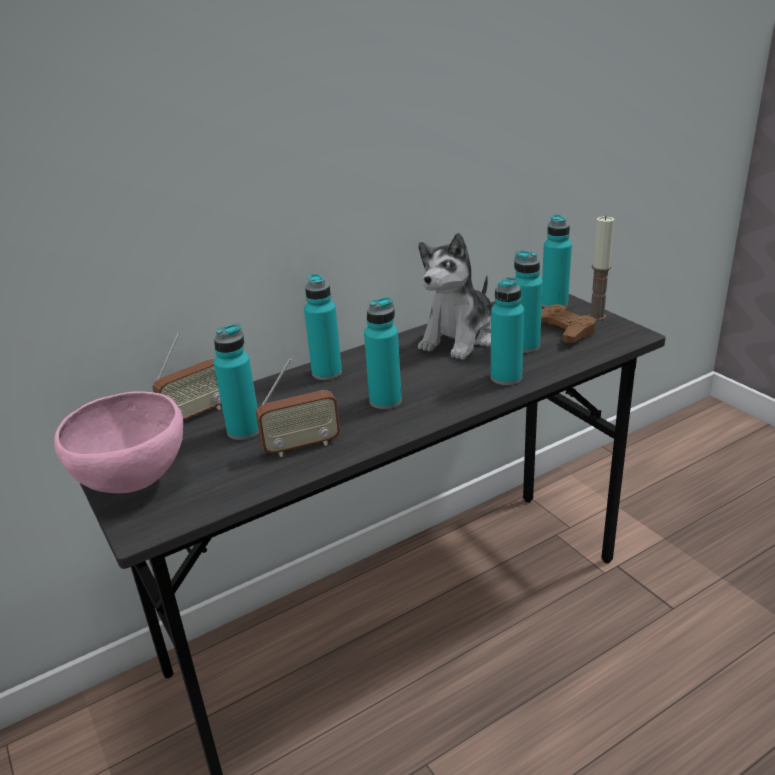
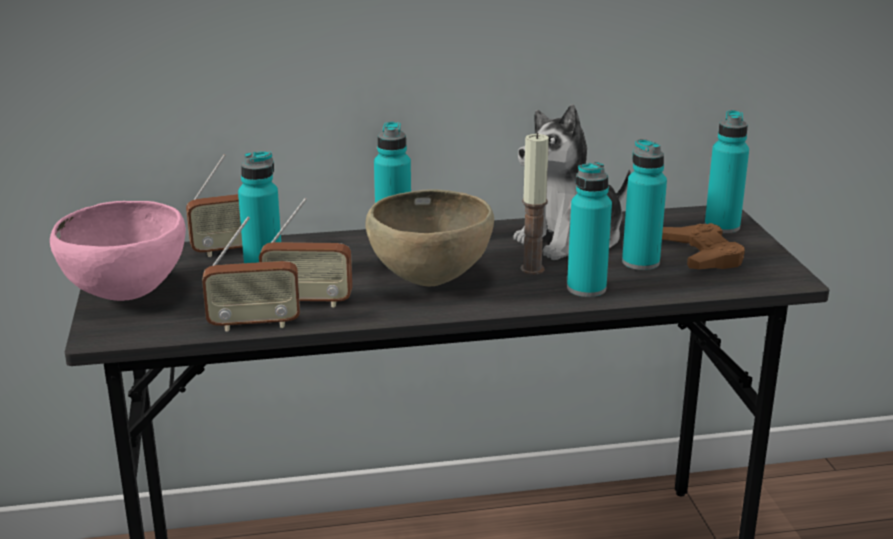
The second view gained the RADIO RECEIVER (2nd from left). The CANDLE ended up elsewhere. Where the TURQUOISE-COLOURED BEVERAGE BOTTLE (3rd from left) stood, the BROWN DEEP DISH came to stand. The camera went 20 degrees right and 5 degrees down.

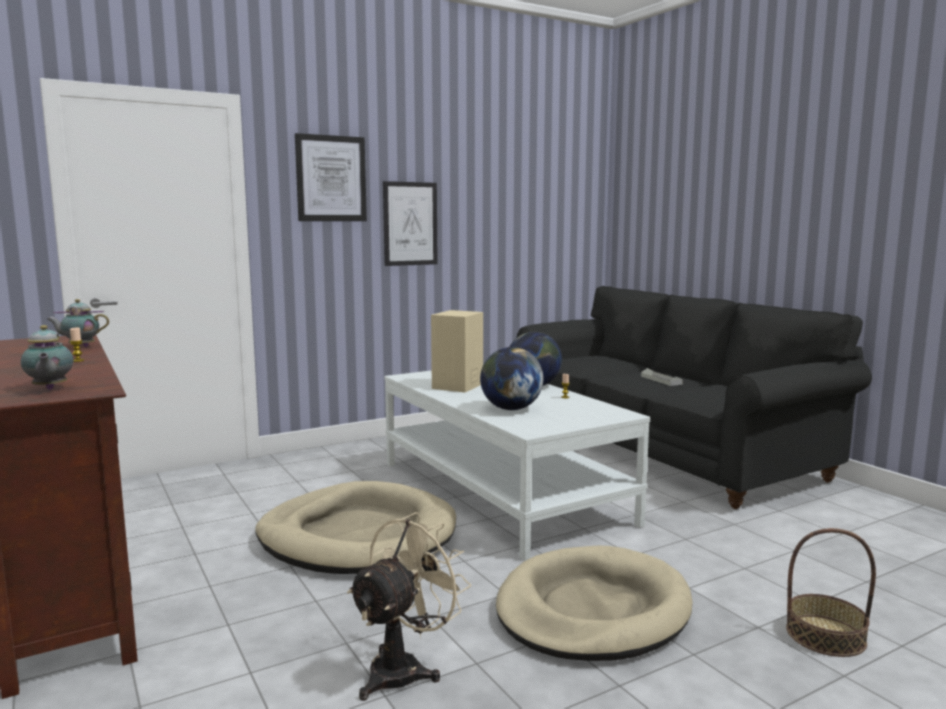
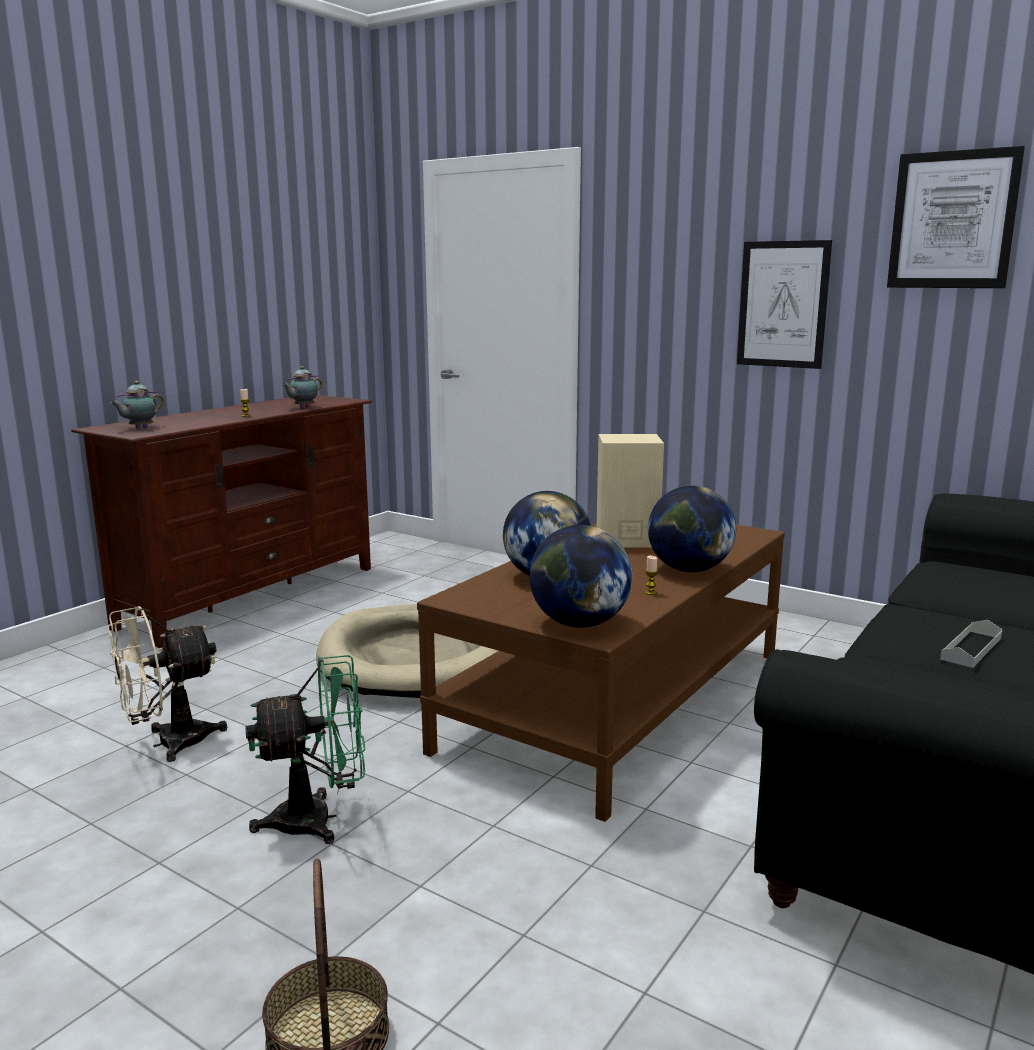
The second view gained the WORLD GLOBE (2nd from left). The WALL ART (1st from left in the first image) ended up elsewhere. Where the BEIGE-COLOURED DOG CUSHION (2nd from left) stood, the GREEN-COLOURED COOLING FAN came to stand. What was the WHITE LOUNGE TABLE turned into the BROWN LOUNGE TABLE. The TEAPOT (2nd from left) ended up facing another way, 105 degrees counterclockwise from before. The BEIGE-COLOURED COOLING FAN ended up facing another way, 135 degrees clockwise from before. The camera went 65 degrees right and 5 degrees up.

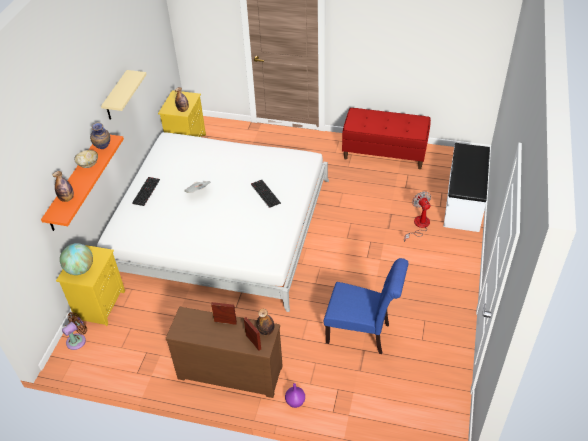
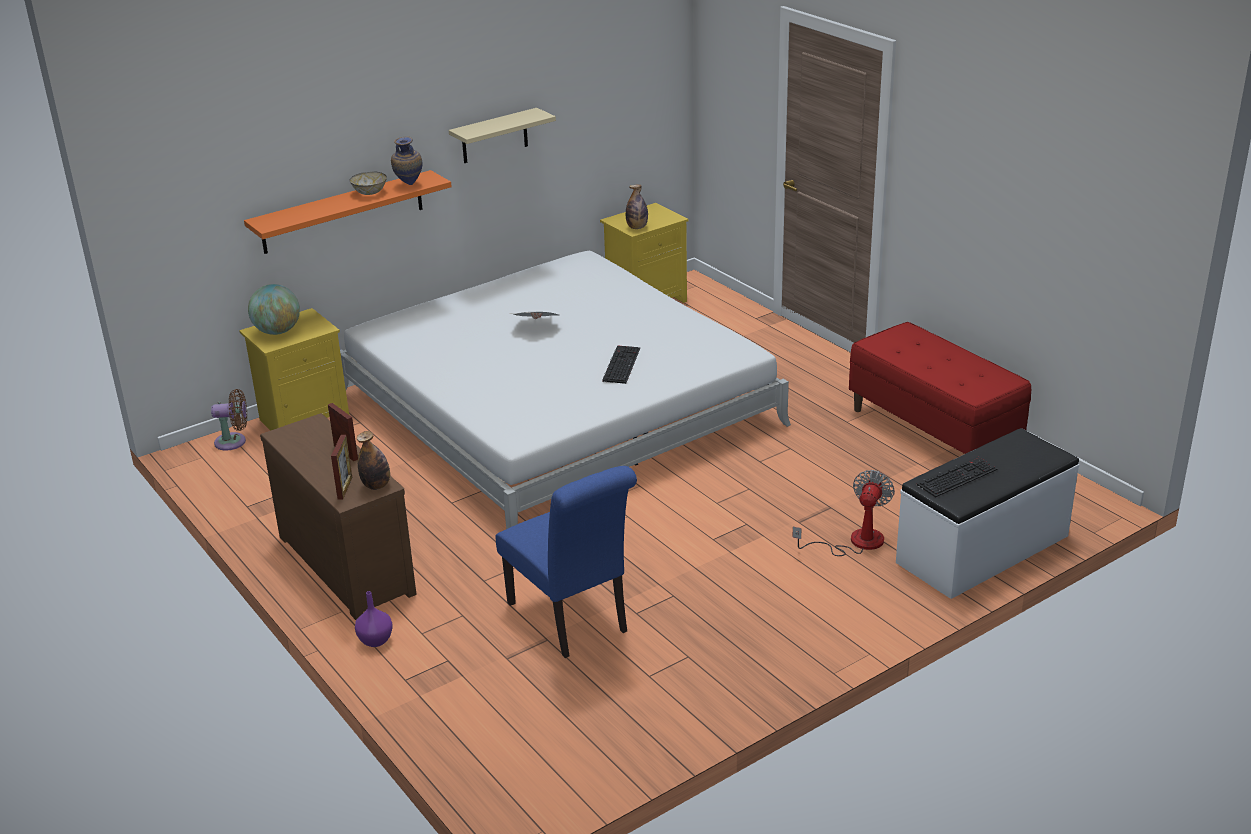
The second view lost the BEVERAGE BOTTLE (1st from left). The COMPUTER KEYBOARD (1st from left in the first image) ended up elsewhere. The camera went 40 degrees right and 15 degrees down.

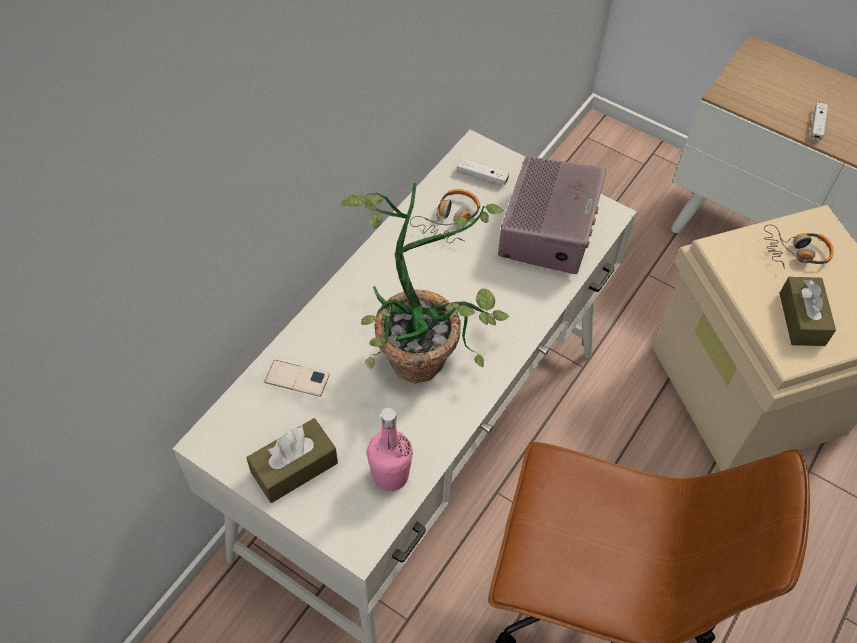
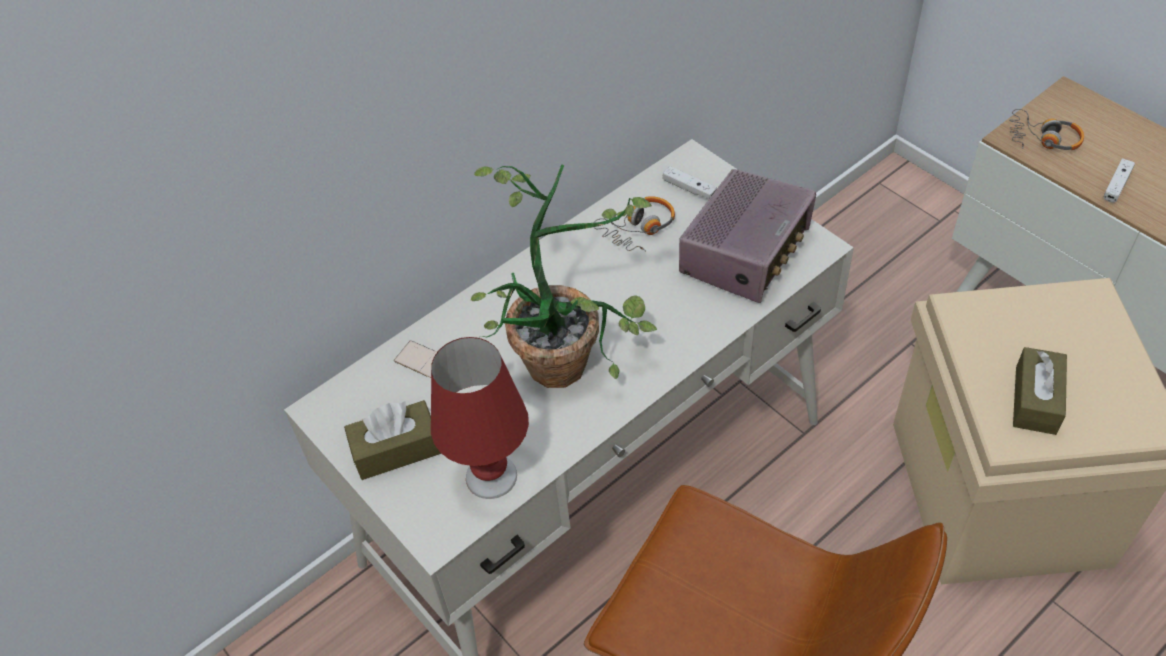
The HEADSET (2nd from left) ended up elsewhere. Where the PINK-COLOURED BEVERAGE BOTTLE stood, the RED TABLE LAMP came to stand. The camera went 20 degrees right and 5 degrees down.

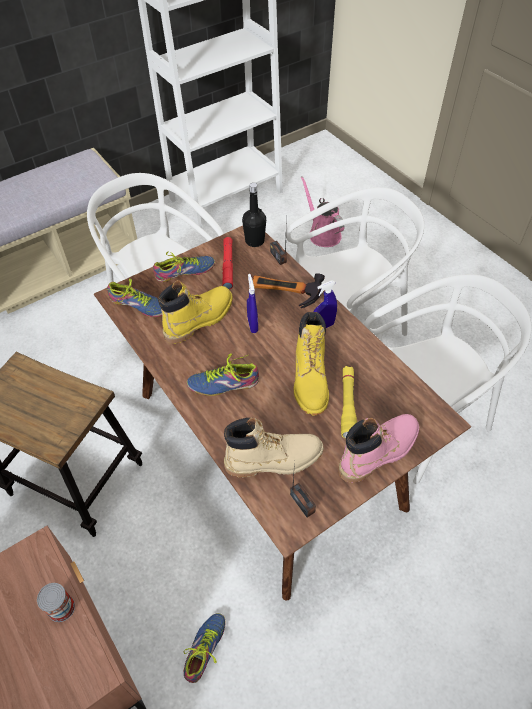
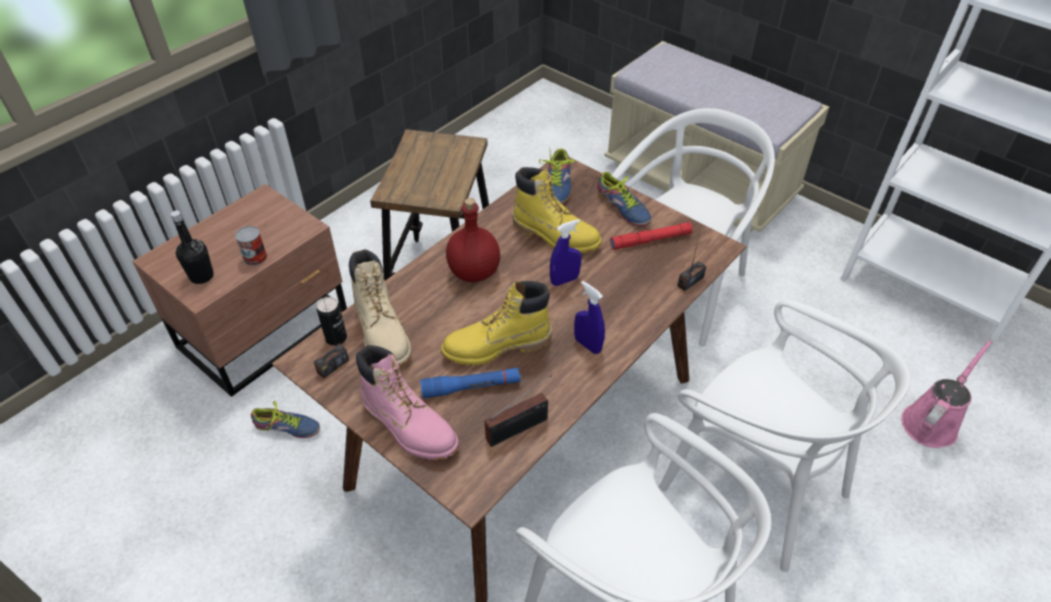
The second view lost the TOOL HAMMER. The second view gained the CAN (2nd from left). The second view gained the RADIO RECEIVER (2nd from left). The BLACK-COLOURED BEVERAGE BOTTLE ended up elsewhere. Where the LOW SHOE (4th from left) stood, the RED BEVERAGE BOTTLE came to stand. What was the YELLOW FLASHLIGHT turned into the BLUE-COLOURED FLASHLIGHT. The camera went 75 degrees right and 5 degrees down.

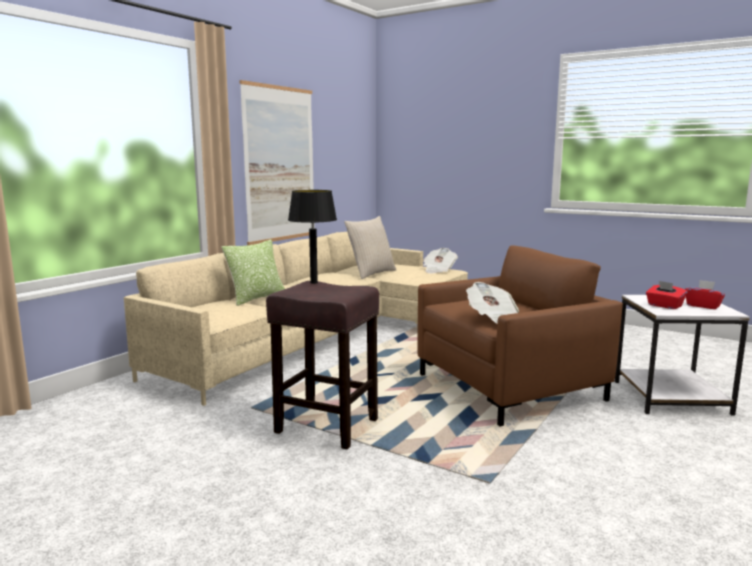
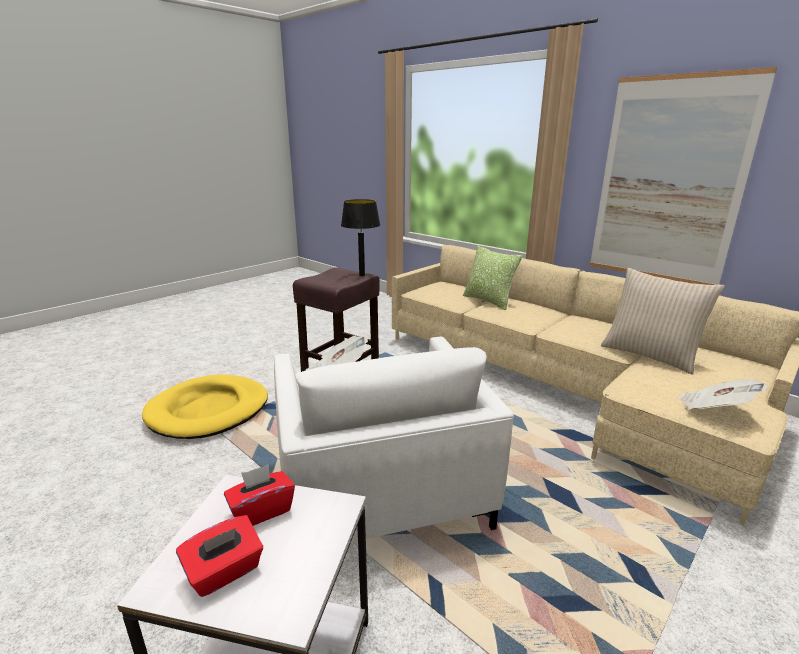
The second view gained the YELLOW DOG CUSHION. What was the BROWN ARMCHAIR turned into the WHITE ARMCHAIR. The camera went 100 degrees right and 10 degrees up.

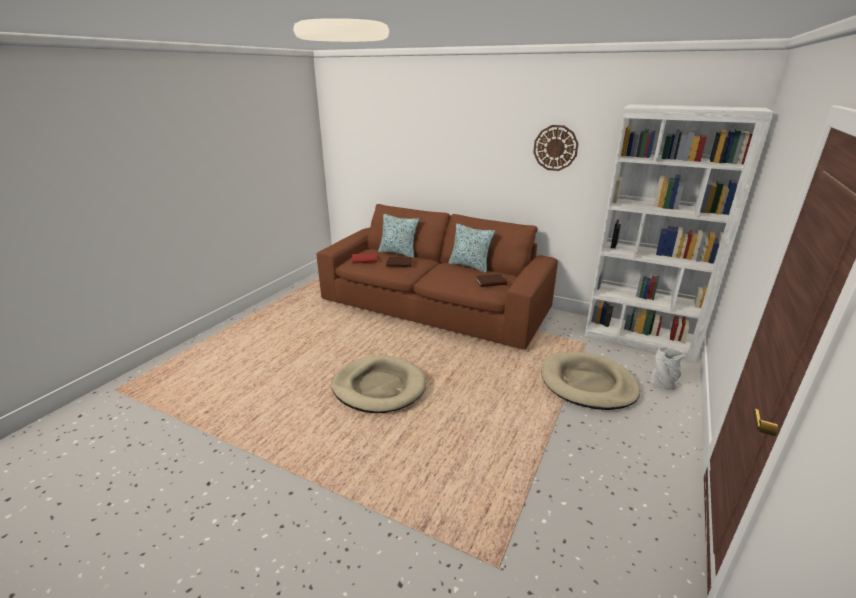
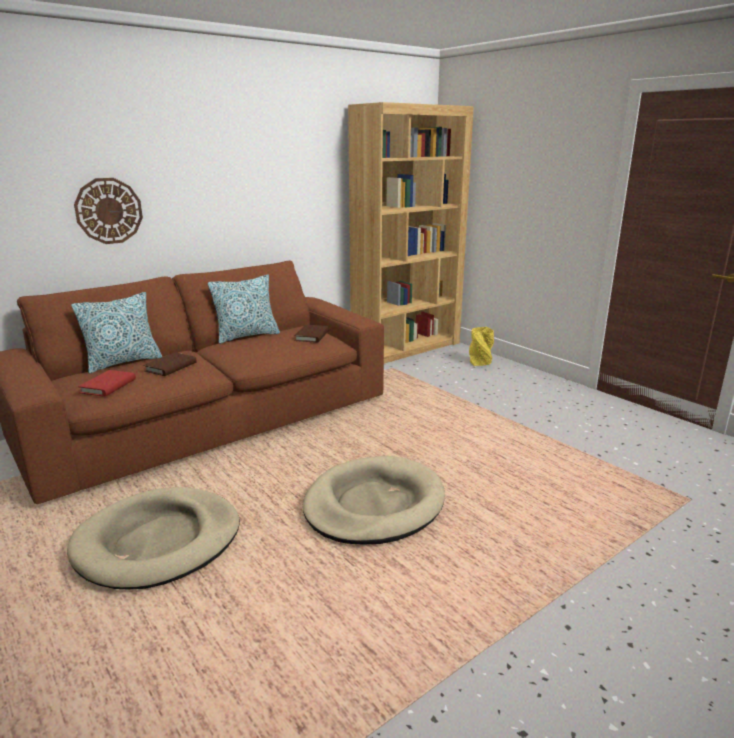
The WALL CLOCK ended up elsewhere. The BEIGE-COLOURED DOG CUSHION (2nd from left in the first image) ended up elsewhere. What was the WHITE BOOKSHELF turned into the BROWN BOOKSHELF. What was the GRAY VASE turned into the YELLOW VASE. The camera went 65 degrees left and 5 degrees down.

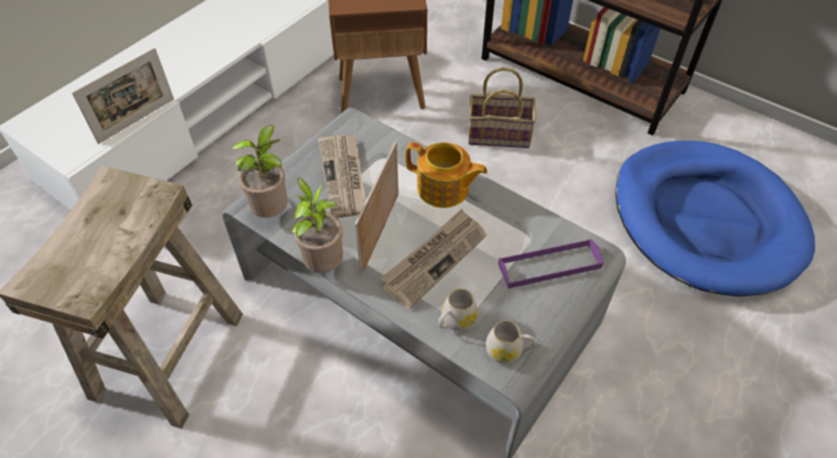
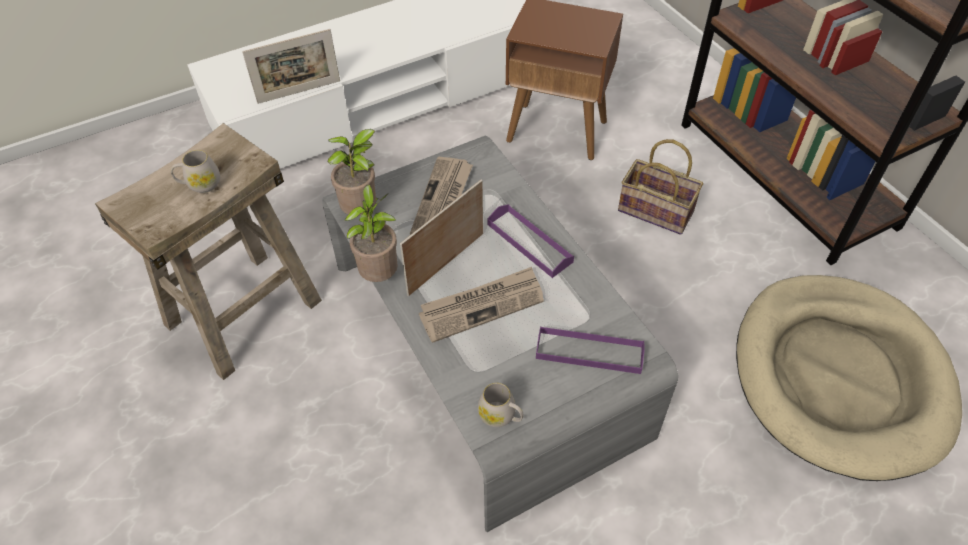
The WHITE MUG (1st from left) ended up elsewhere. Where the TEAPOT stood, the PURPLE TRAY (1st from left) came to stand. What was the BLUE-COLOURED DOG CUSHION turned into the BEIGE-COLOURED DOG CUSHION. The camera went 25 degrees right and 0 degrees up.

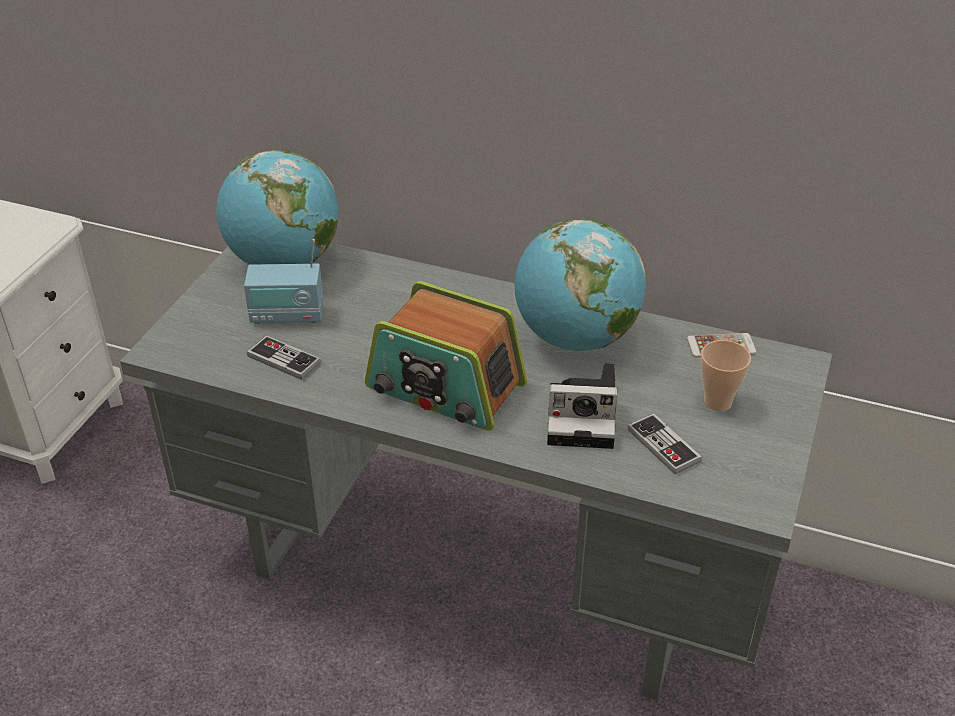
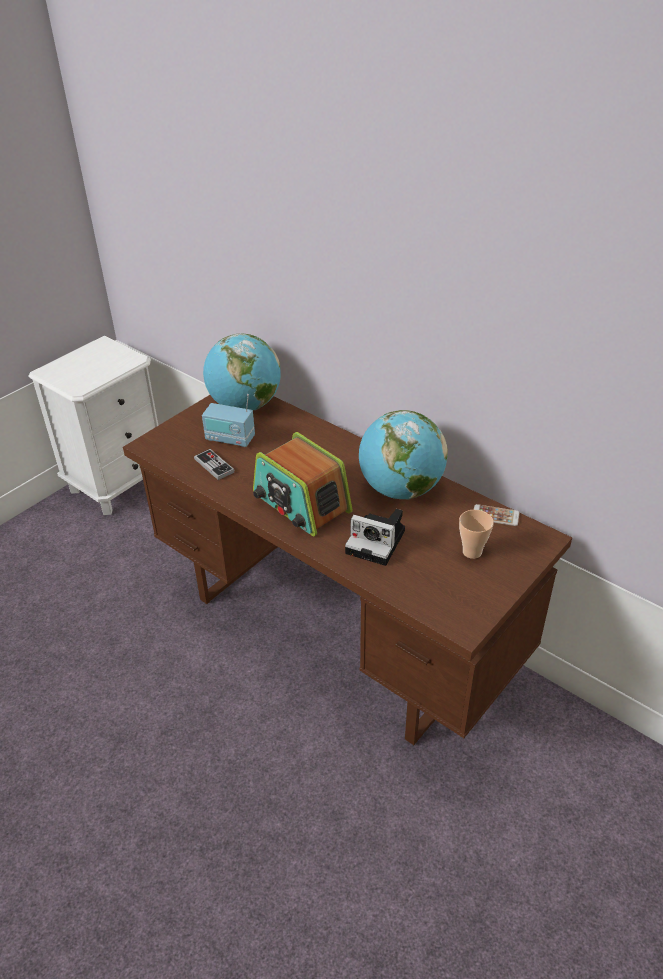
The second view lost the GAME CONTROLLER (2nd from left). What was the GRAY DESK turned into the BROWN DESK. The camera went 20 degrees right and 0 degrees up.

